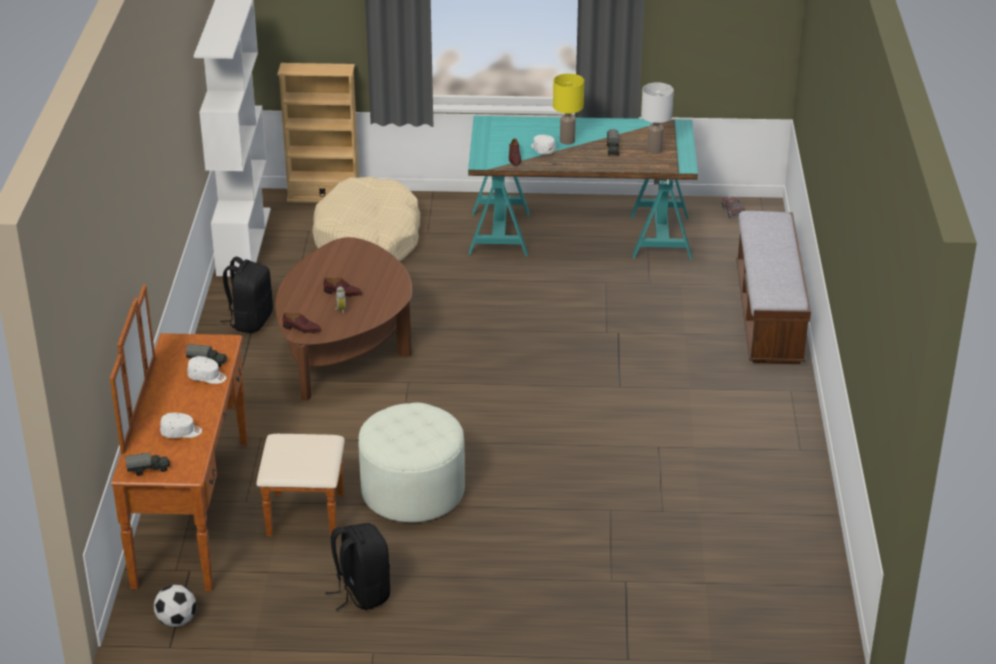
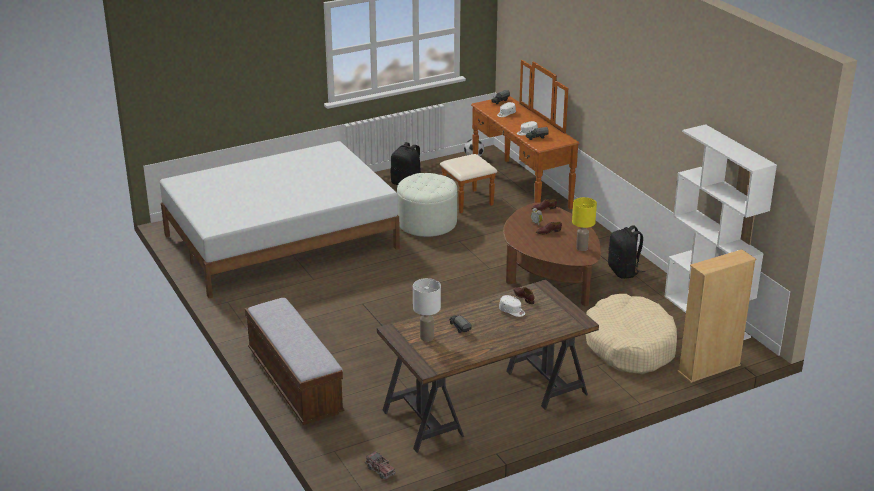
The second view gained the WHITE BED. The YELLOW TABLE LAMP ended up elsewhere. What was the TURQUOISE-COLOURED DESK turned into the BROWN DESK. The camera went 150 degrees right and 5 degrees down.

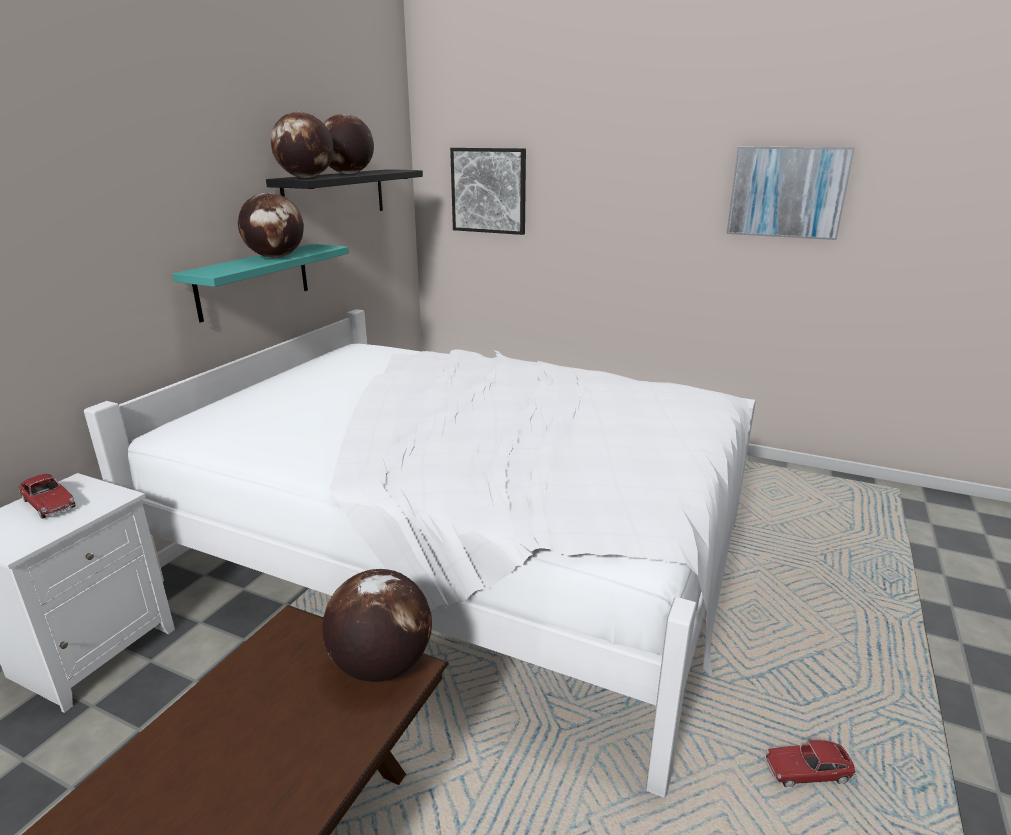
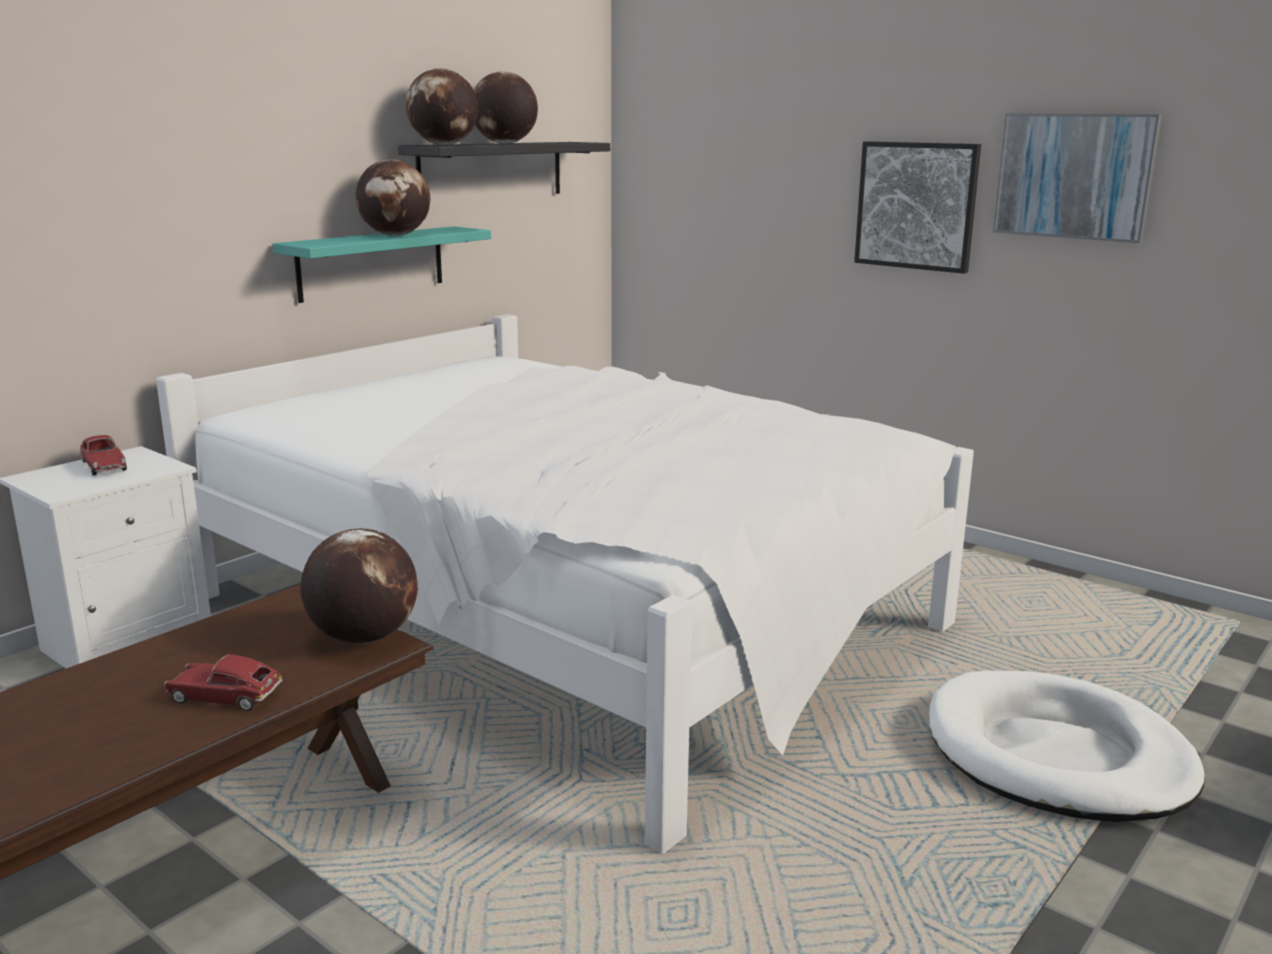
The second view gained the WHITE DOG CUSHION. The WALL ART (1st from left) ended up elsewhere. The MINIATURE CAR (2nd from left) ended up elsewhere. The camera went 15 degrees right and 5 degrees down.

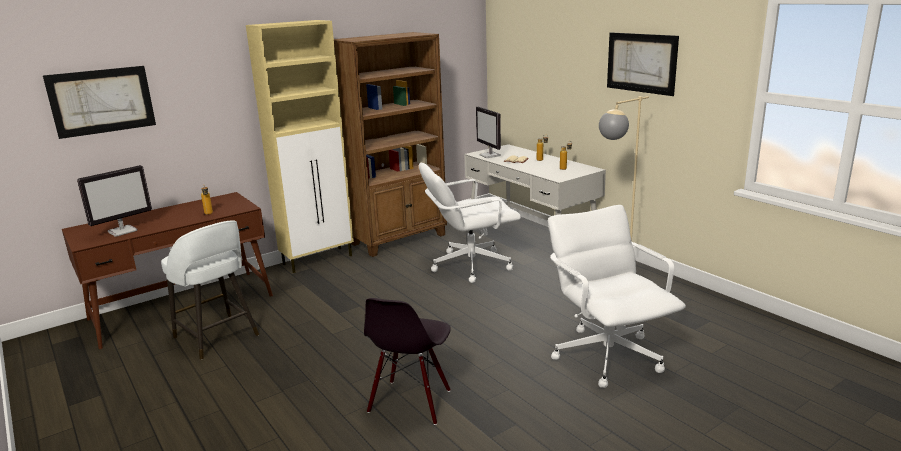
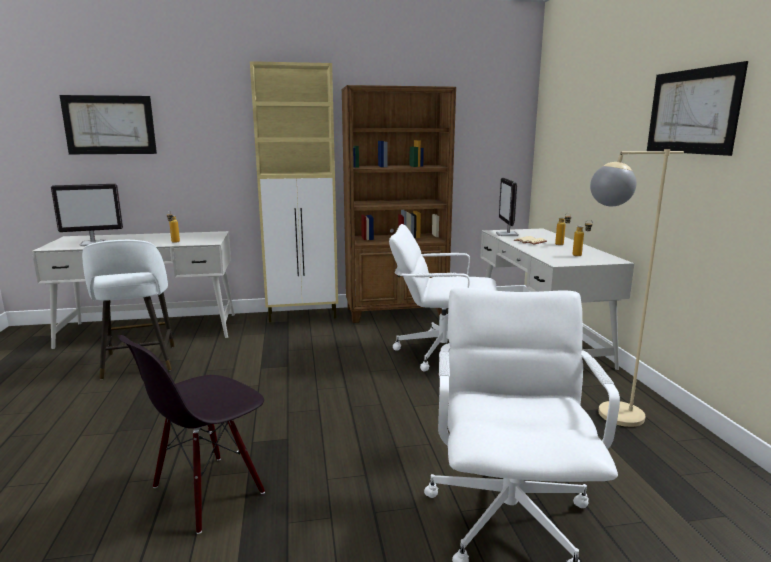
What was the BROWN DESK turned into the WHITE DESK (1st from left). The camera went 25 degrees right and 5 degrees down.

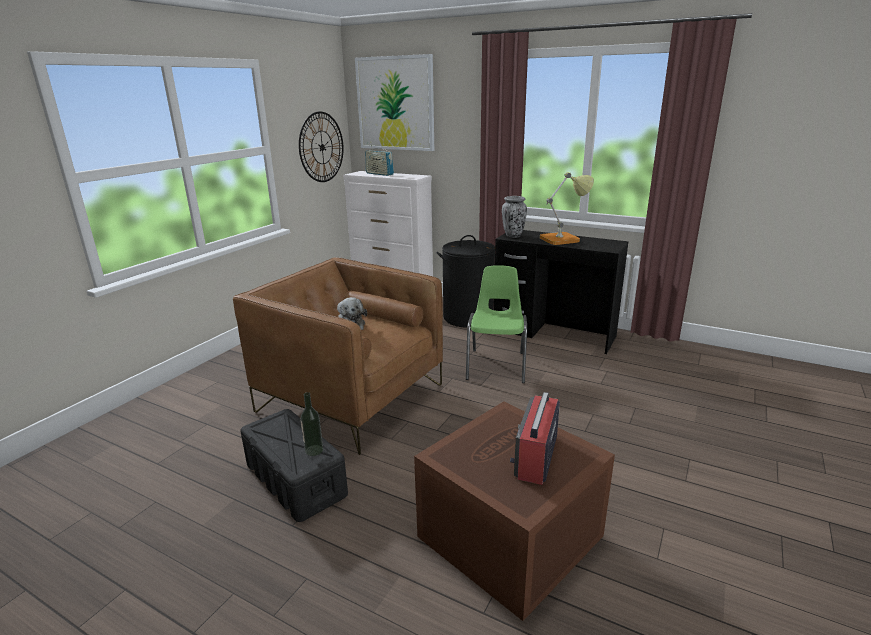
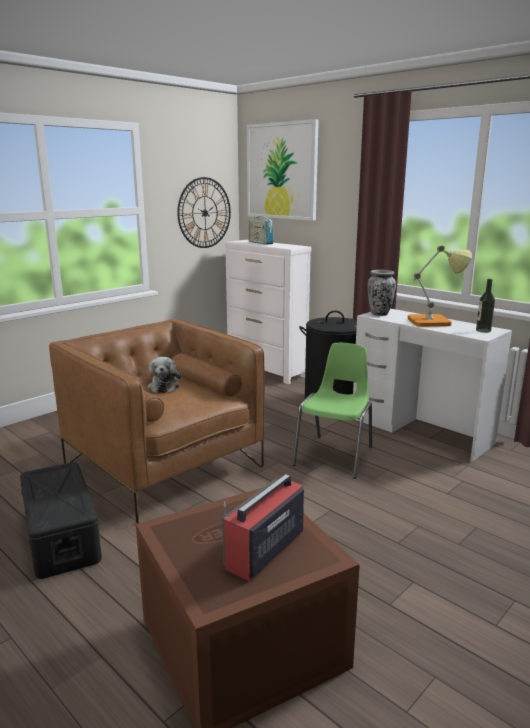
The BEVERAGE BOTTLE ended up elsewhere. What was the BLACK-COLOURED DESK turned into the WHITE DESK. The camera went 15 degrees right and 5 degrees down.

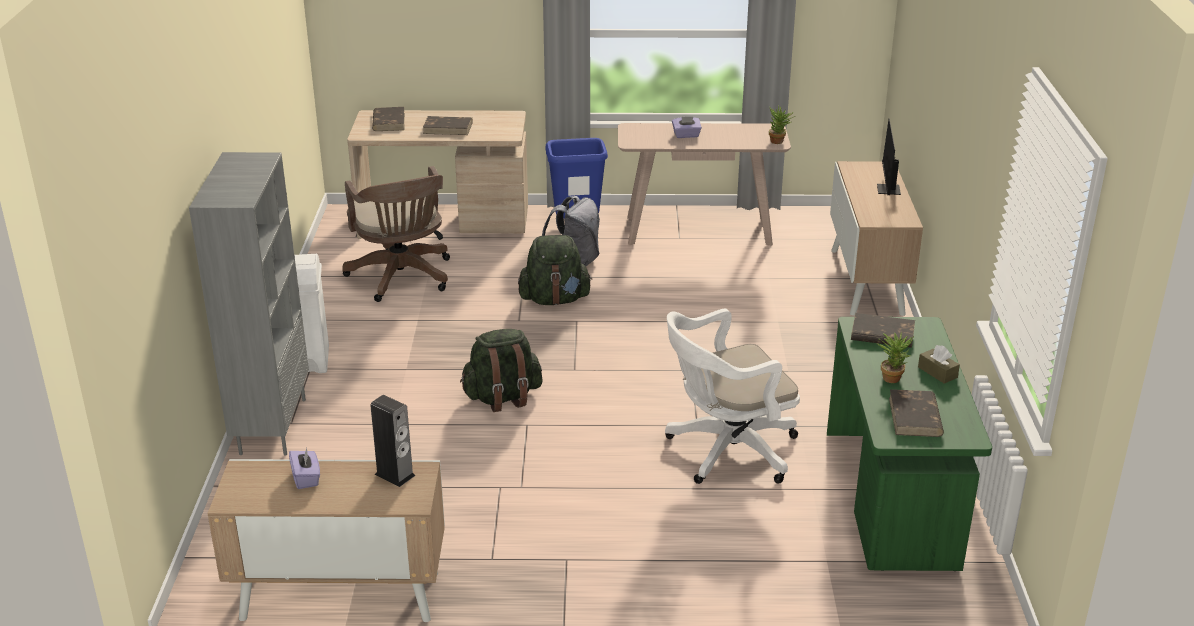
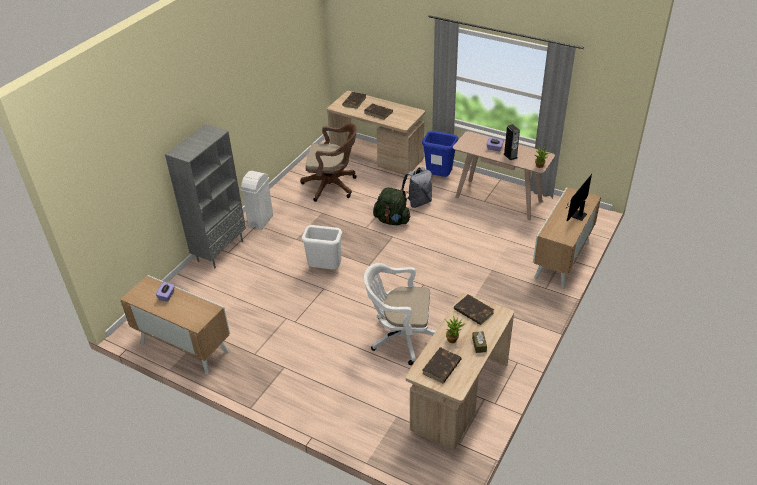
The LOUDSPEAKER ended up elsewhere. Where the GREEN-COLOURED RUCKSACK (1st from left) stood, the WHITE WASTE BIN (2nd from left) came to stand. What was the GREEN-COLOURED DESK turned into the BEIGE-COLOURED DESK (2nd from left). The BROWN COMPUTER CHAIR ended up facing another way, 90 degrees counterclockwise from before. The camera went 30 degrees right and 10 degrees up.

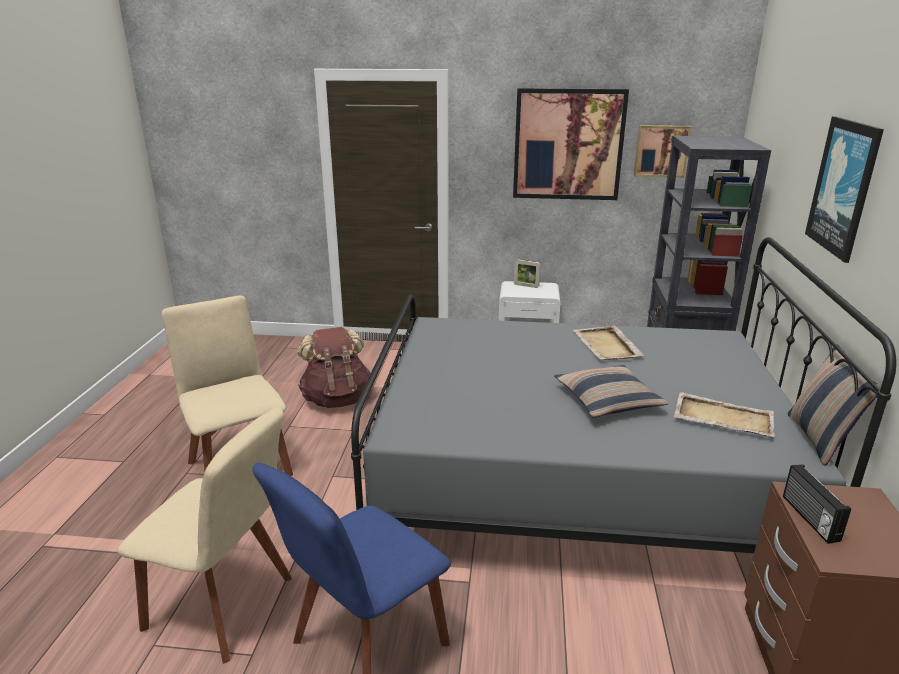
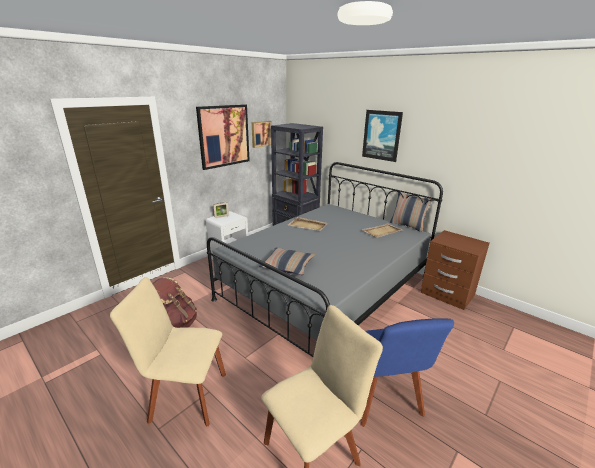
The second view lost the RADIO RECEIVER. The THROW PILLOW (1st from left) ended up elsewhere. The camera went 55 degrees left and 0 degrees up.

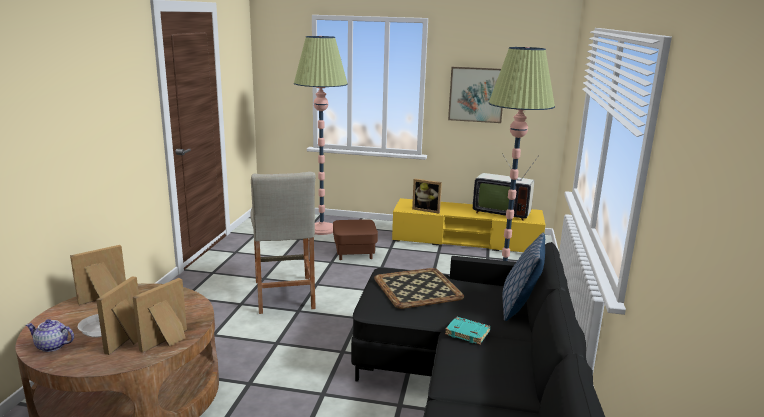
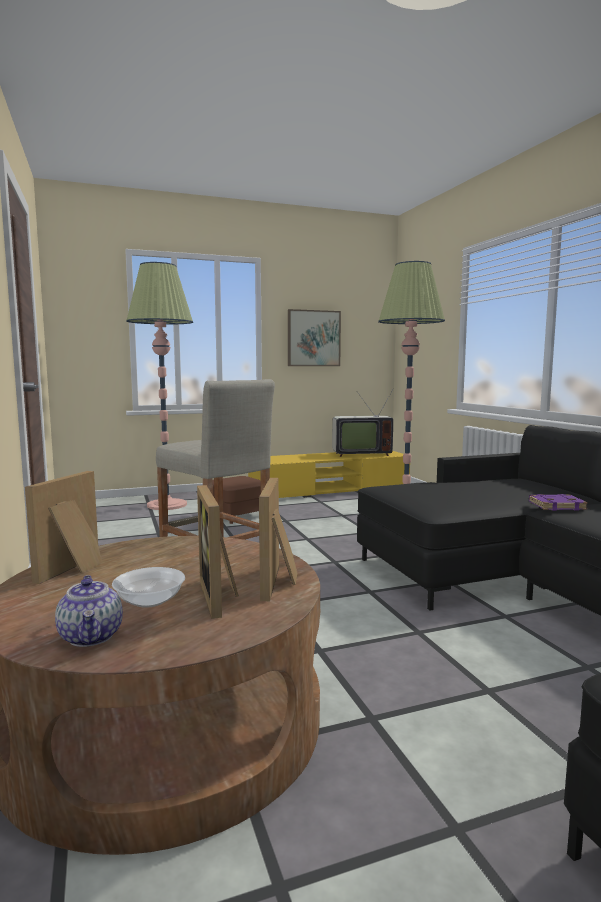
The second view lost the TRAY. The second view lost the STANDING FRAME (4th from left). The second view lost the THROW PILLOW. What was the TURQUOISE-COLOURED VOLUME turned into the PURPLE VOLUME. The TEAPOT ended up facing another way, 90 degrees counterclockwise from before. The camera went 30 degrees left and 10 degrees down.

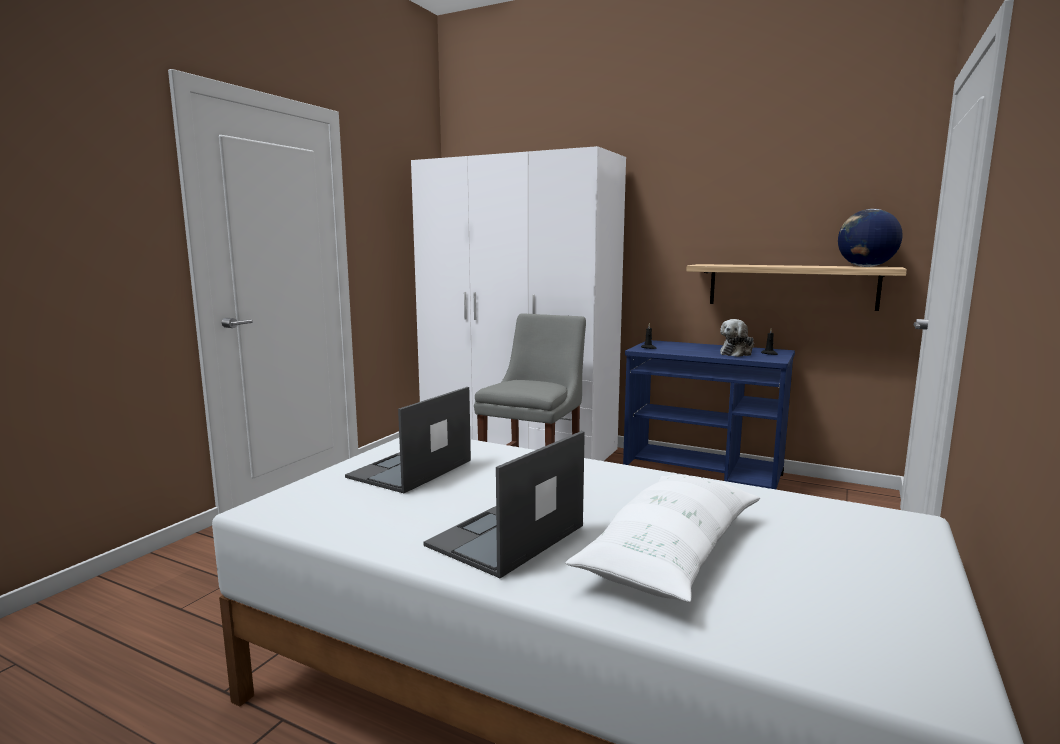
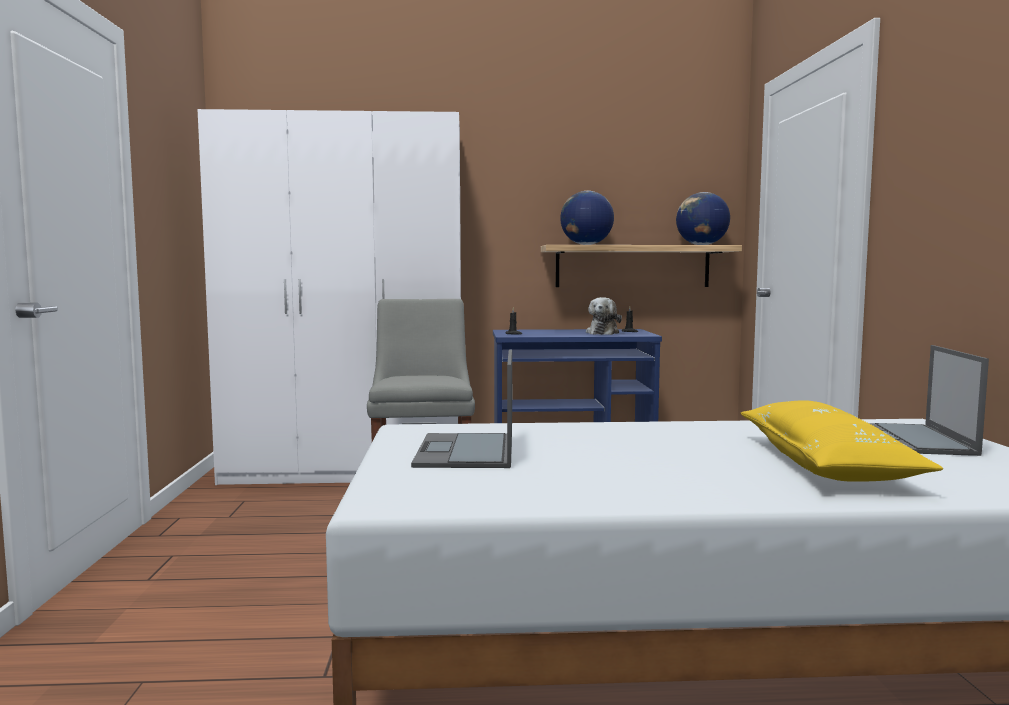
The second view gained the WORLD GLOBE (1st from left). The NOTEBOOK COMPUTER (2nd from left) ended up elsewhere. What was the WHITE THROW PILLOW turned into the YELLOW THROW PILLOW. The camera went 30 degrees left and 5 degrees down.

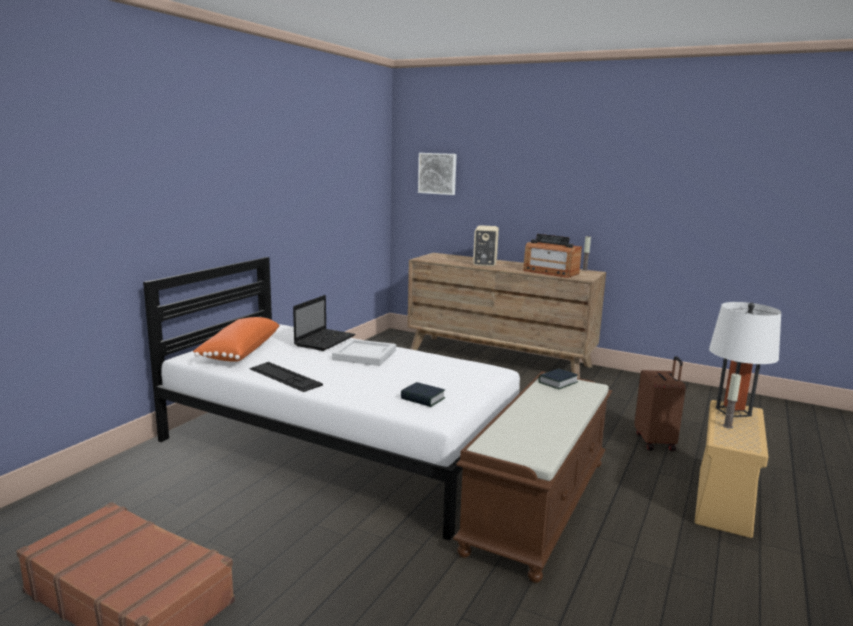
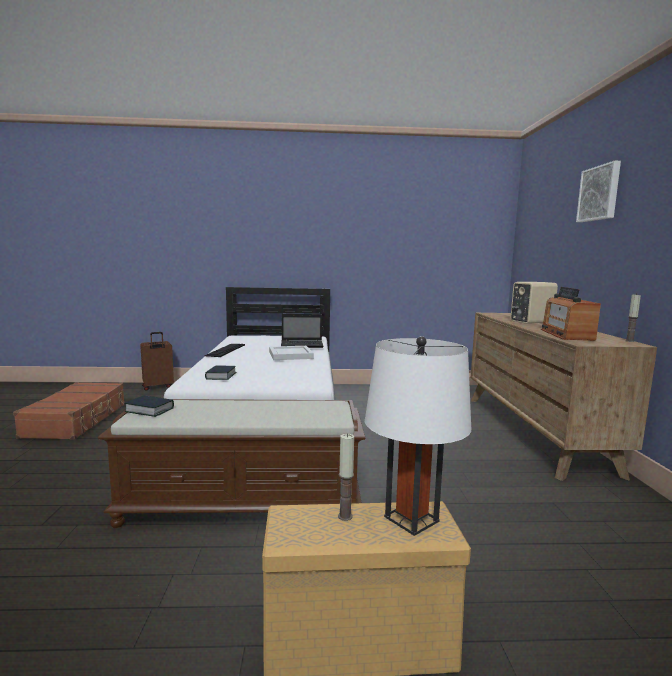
The second view lost the ORANGE-COLOURED THROW PILLOW. The WALL ART ended up elsewhere. The VOLUME (2nd from left in the first image) ended up elsewhere. The BROWN TRAVEL CASE (2nd from left) ended up elsewhere. The camera went 60 degrees right and 5 degrees down.

